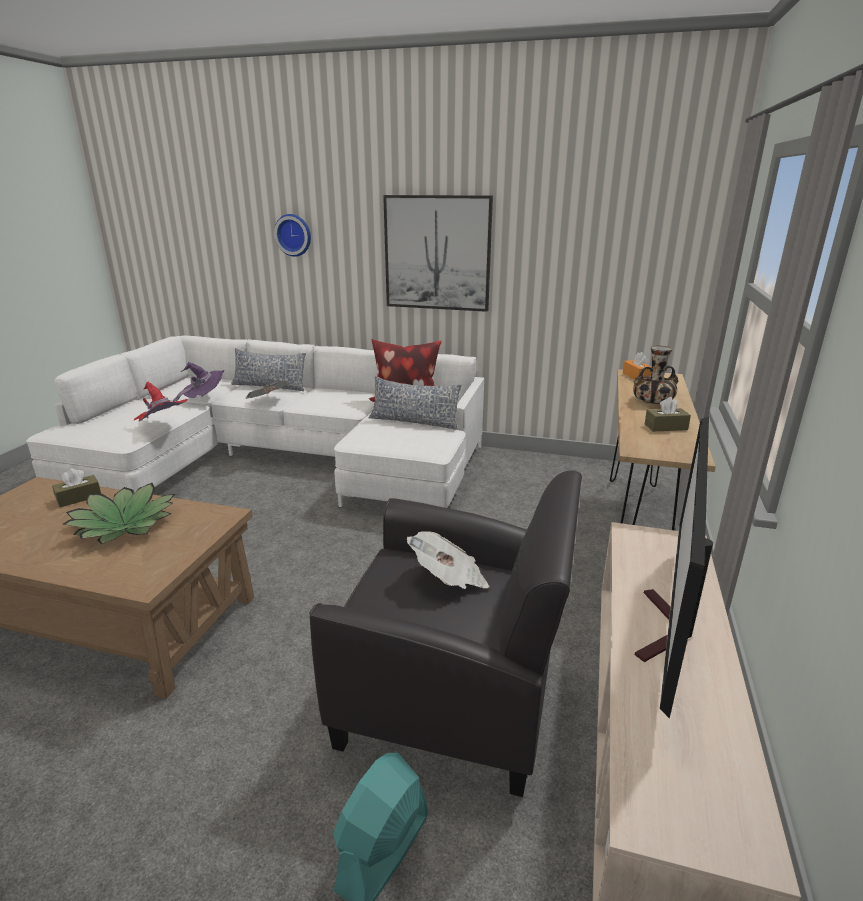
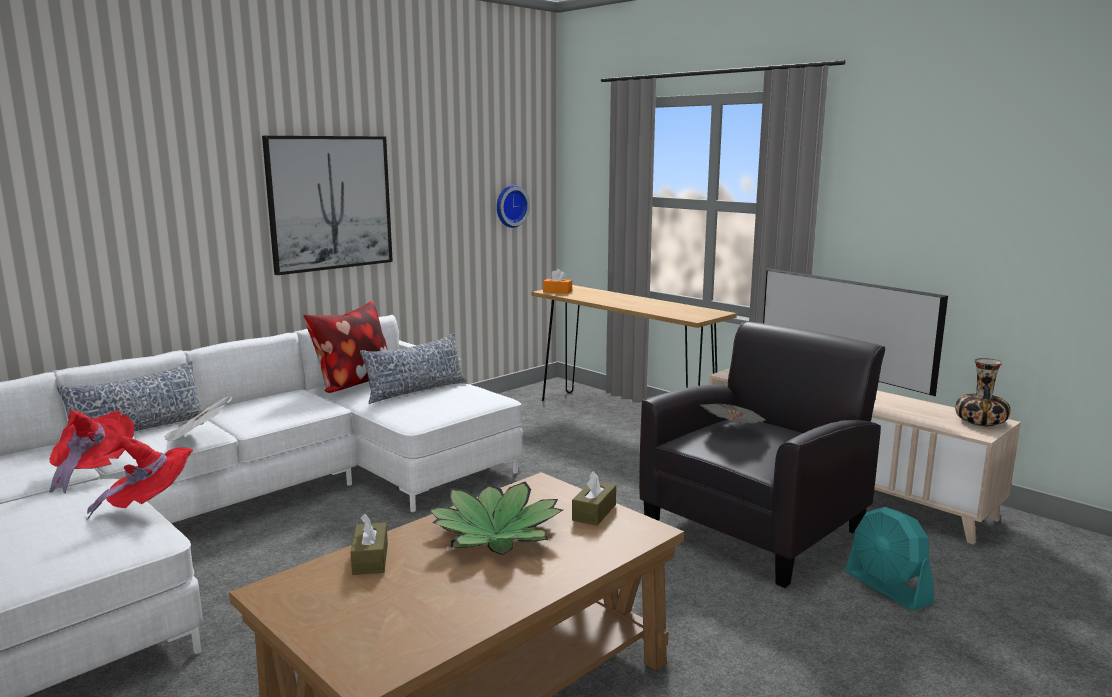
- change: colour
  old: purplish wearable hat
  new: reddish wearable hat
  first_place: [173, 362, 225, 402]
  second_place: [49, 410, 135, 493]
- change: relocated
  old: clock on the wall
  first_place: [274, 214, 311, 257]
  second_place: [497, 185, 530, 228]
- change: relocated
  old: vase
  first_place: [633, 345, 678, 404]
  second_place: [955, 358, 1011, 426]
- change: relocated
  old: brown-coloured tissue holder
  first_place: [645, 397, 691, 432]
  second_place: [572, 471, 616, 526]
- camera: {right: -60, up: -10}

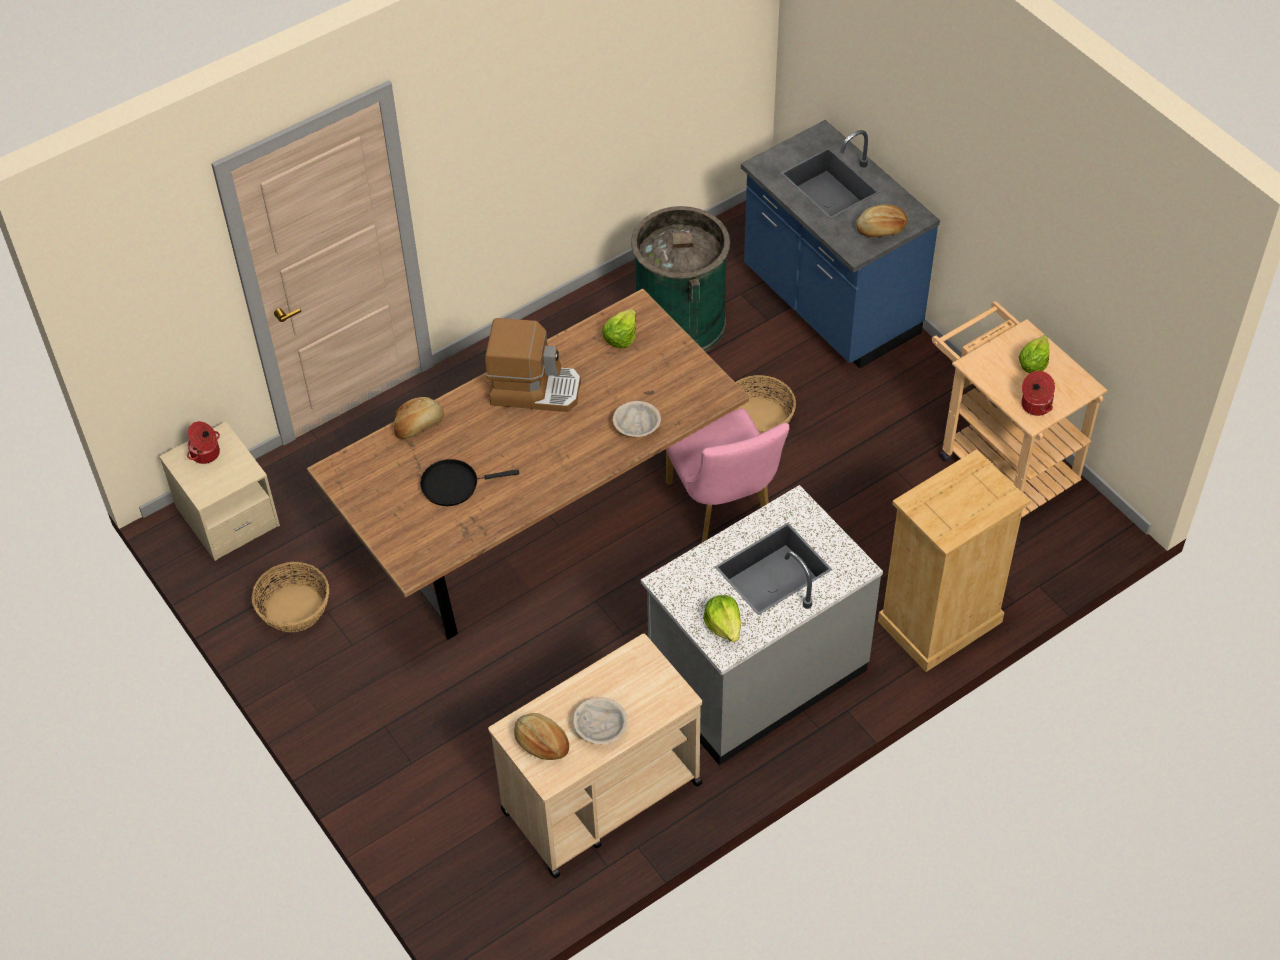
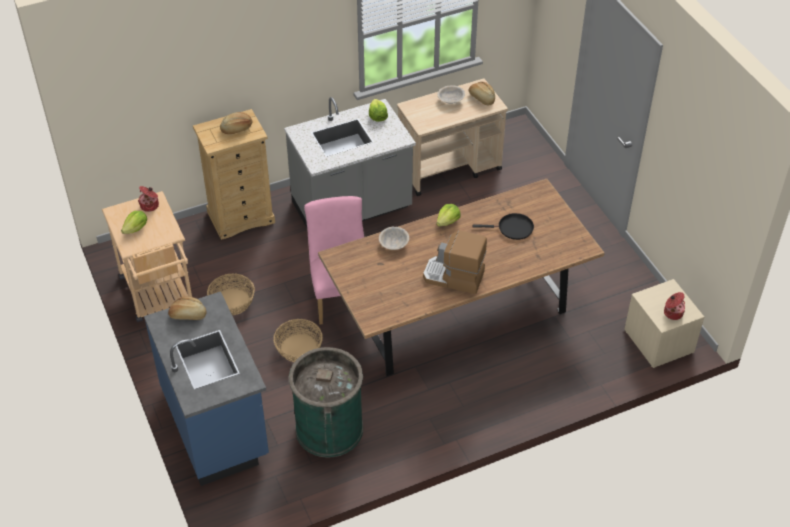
- change: relocated
  old: storage basket
  first_place: [252, 562, 329, 632]
  second_place: [207, 274, 255, 315]
- change: relocated
  old: bakery bread
  first_place: [394, 397, 444, 439]
  second_place: [220, 112, 252, 134]
- change: relocated
  old: head of lettuce
  first_place: [602, 309, 636, 348]
  second_place: [436, 204, 460, 227]
- camera: {right: -170, up: -5}

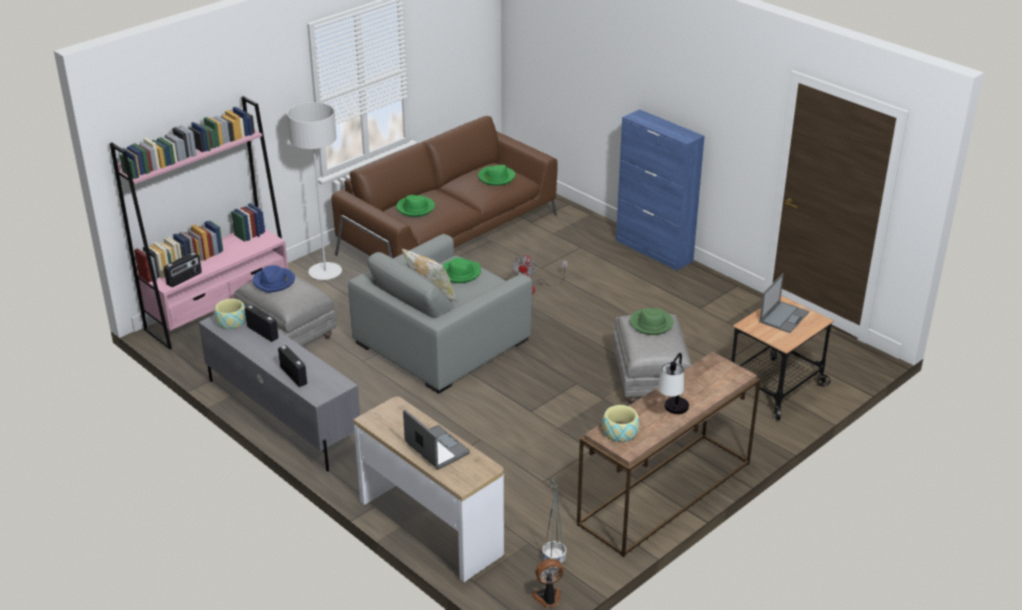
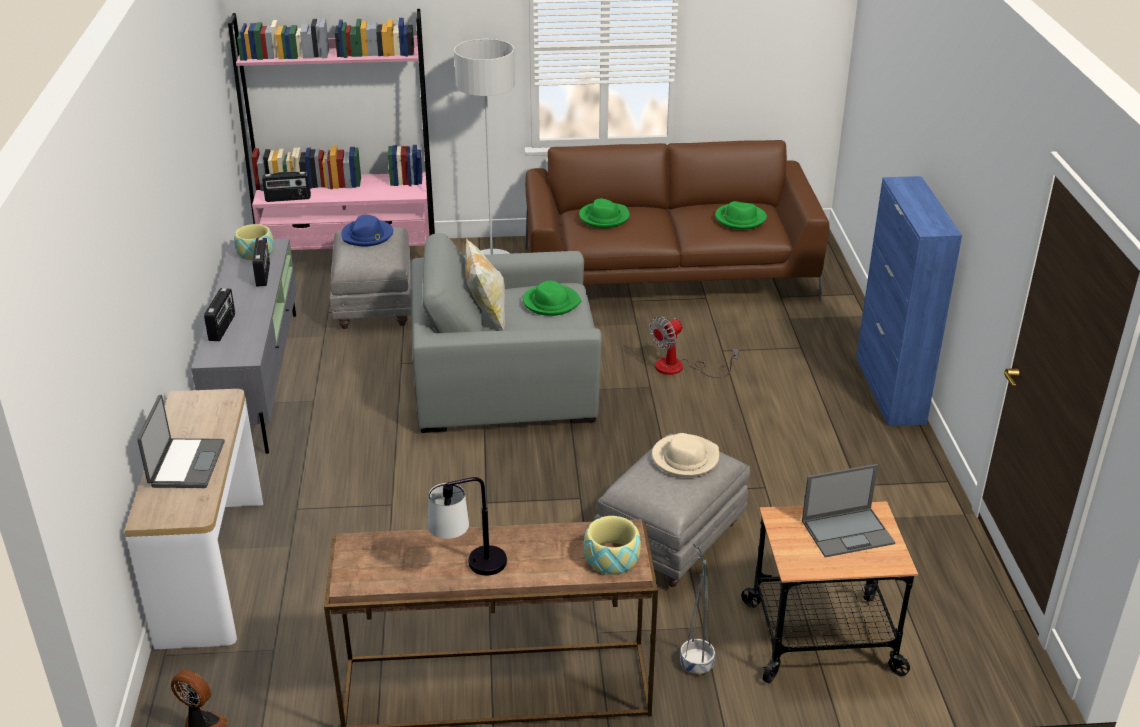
- change: relocated
  old: greyish plant pot
  first_place: [542, 477, 567, 564]
  second_place: [680, 544, 715, 675]
- change: relocated
  old: deep dish
  first_place: [602, 405, 639, 442]
  second_place: [584, 516, 641, 575]
- change: colour
  old: green wearable hat
  new: beige-coloured wearable hat
  first_place: [630, 308, 674, 335]
  second_place: [652, 433, 719, 478]
- camera: {right: 40, up: 0}

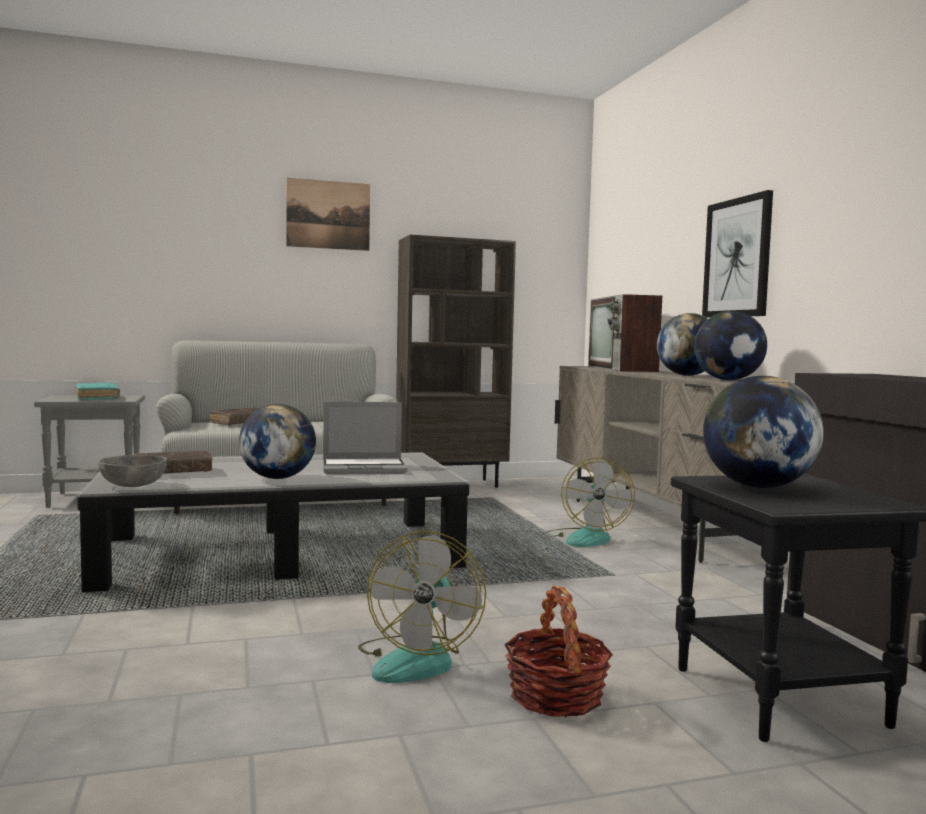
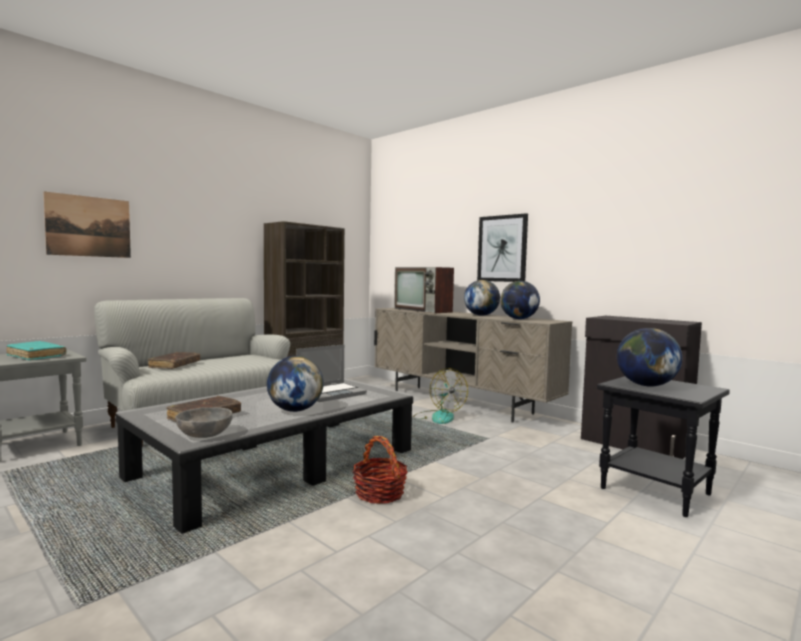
- change: relocated
  old: picture
  first_place: [286, 178, 370, 251]
  second_place: [43, 191, 131, 258]
- change: missing
  old: fan
  first_place: [358, 531, 486, 683]
- change: relocated
  old: storage basket
  first_place: [504, 586, 613, 717]
  second_place: [353, 436, 407, 504]
- camera: {right: -30, up: 0}

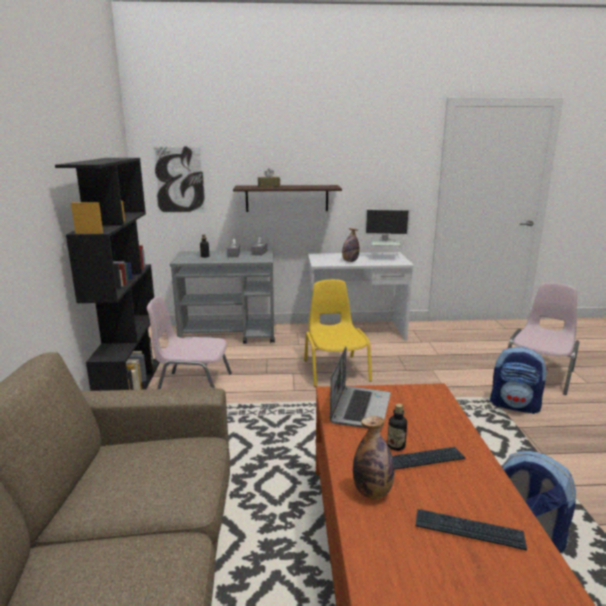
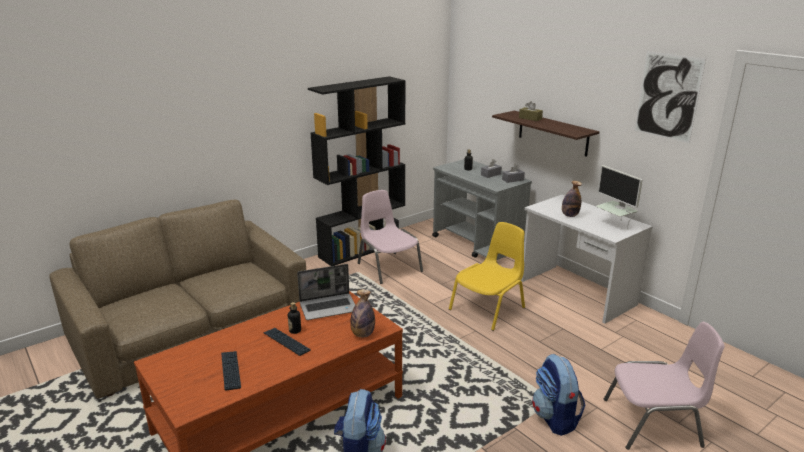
- change: relocated
  old: picture
  first_place: [151, 145, 207, 214]
  second_place: [634, 51, 706, 143]
- change: relocated
  old: bottle
  first_place: [353, 416, 394, 499]
  second_place: [350, 290, 375, 337]
- camera: {right: 55, up: 5}

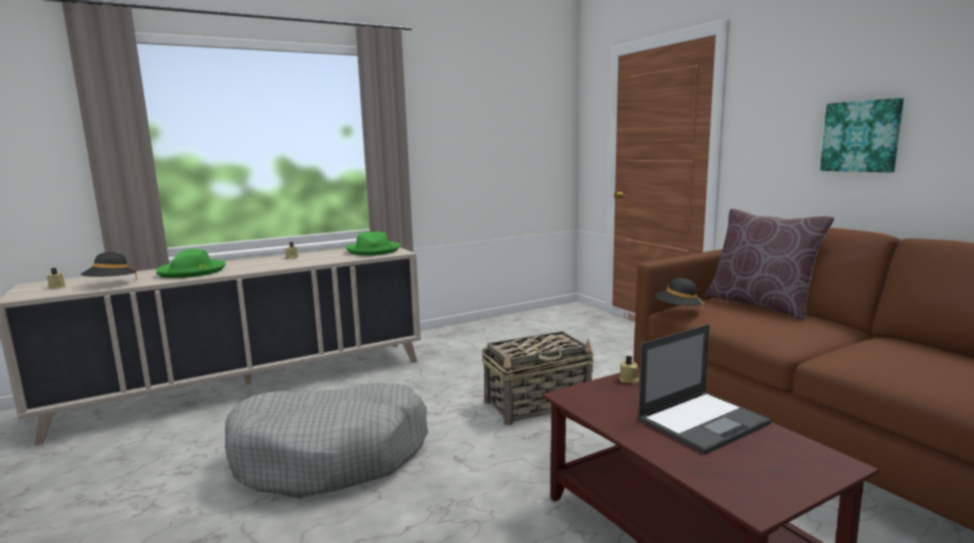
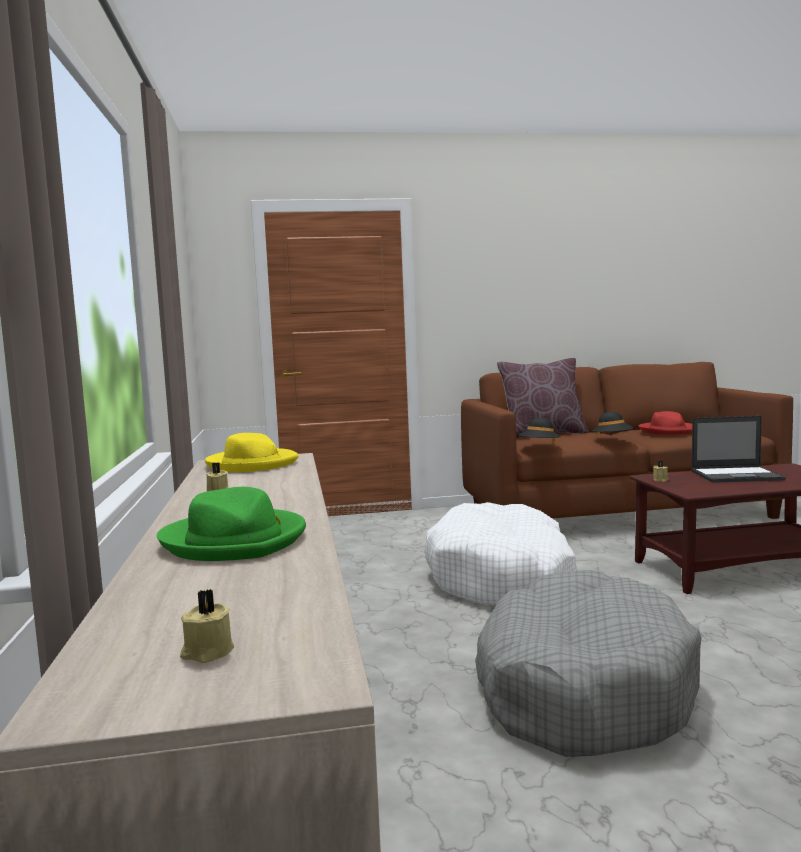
- change: relocated
  old: black wearable hat
  first_place: [81, 252, 137, 279]
  second_place: [592, 411, 634, 437]
- change: colour
  old: green wearable hat
  new: yellow wearable hat
  first_place: [346, 232, 400, 255]
  second_place: [205, 433, 299, 472]
- change: exchanged
  old: storage basket
  new: white-coloured dog bed
  first_place: [482, 331, 594, 425]
  second_place: [424, 502, 578, 605]
- change: spun
  old: laptop
  first_place: [638, 324, 772, 455]
  second_place: [691, 416, 786, 483]
  degrees: 105
- change: missing
  old: picture
  first_place: [820, 98, 904, 172]
- change: appeared
  new: reddish wearable hat
  second_place: [639, 411, 692, 435]
- camera: {right: -70, up: -5}

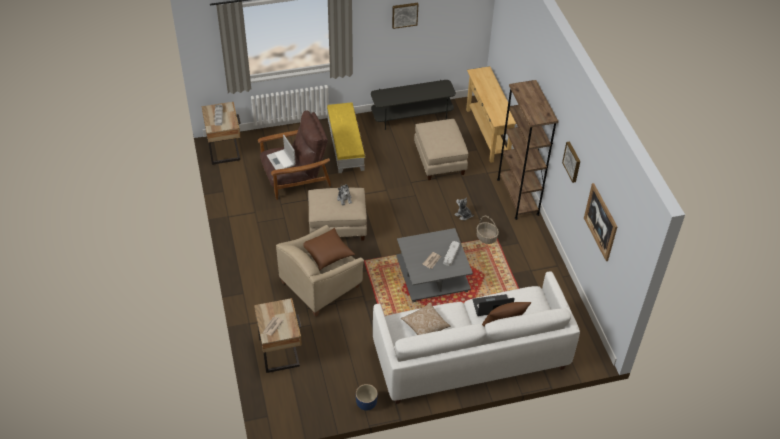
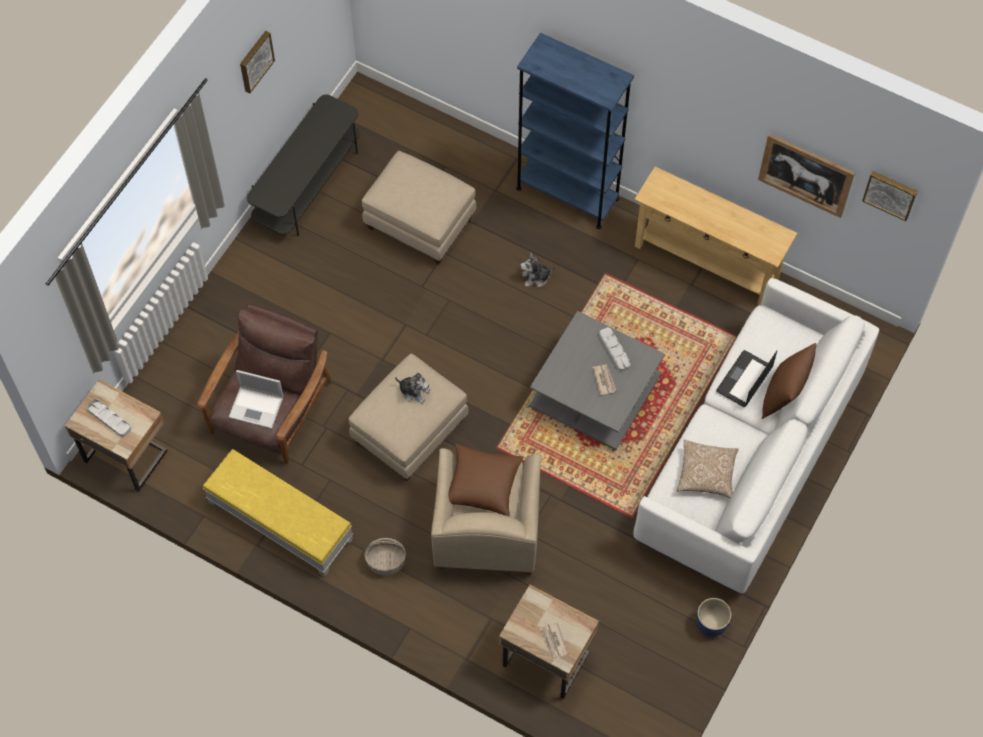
- change: relocated
  old: yellow pouffe
  first_place: [327, 102, 366, 173]
  second_place: [203, 449, 353, 577]
- change: relocated
  old: beige-coloured hall table
  first_place: [466, 66, 516, 163]
  second_place: [634, 167, 797, 306]
- change: relocated
  old: storage basket
  first_place: [476, 216, 499, 244]
  second_place: [364, 538, 406, 575]
- change: colour
  old: brown-coloured shelving unit
  new: blue-coloured shelving unit
  first_place: [497, 80, 558, 220]
  second_place: [516, 33, 634, 229]
- change: relocated
  old: picture
  first_place: [562, 141, 580, 183]
  second_place: [862, 171, 918, 221]
- camera: {right: -45, up: 15}

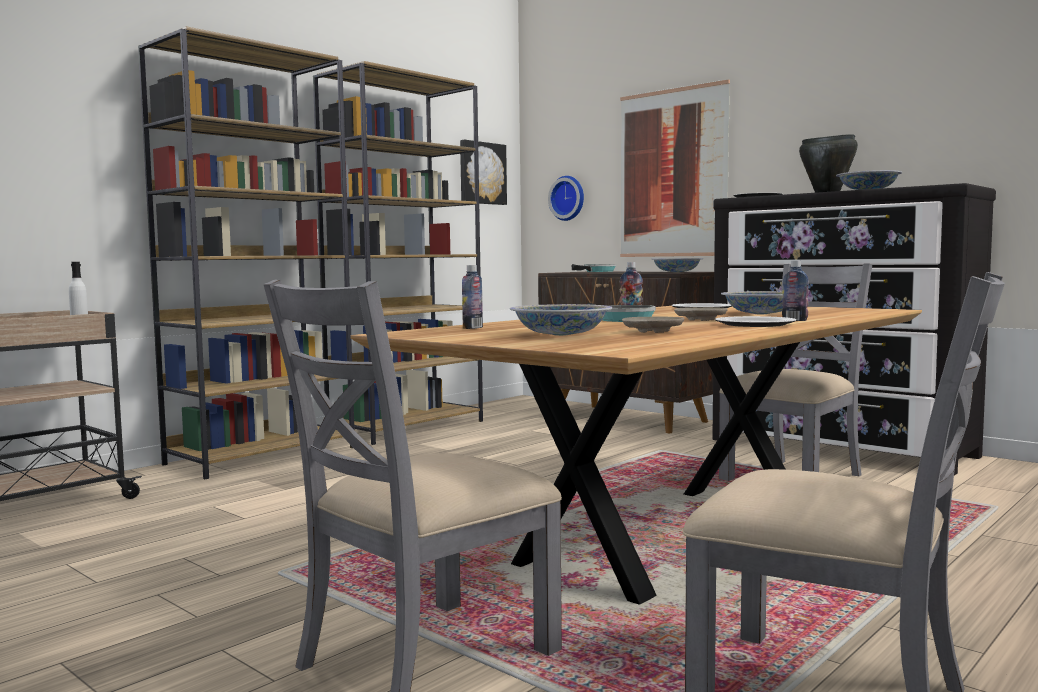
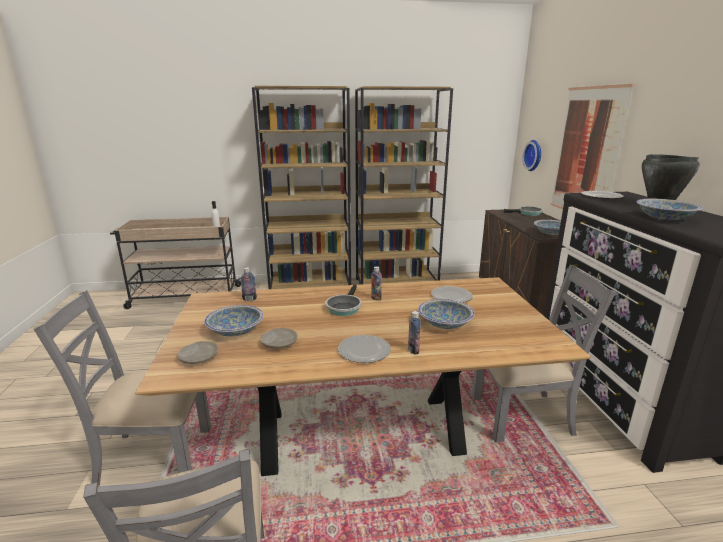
- change: missing
  old: picture
  first_place: [460, 140, 507, 205]
- change: relocated
  old: beige-coloured flat dish
  first_place: [674, 307, 728, 321]
  second_place: [177, 341, 218, 364]
- camera: {right: 40, up: 15}

